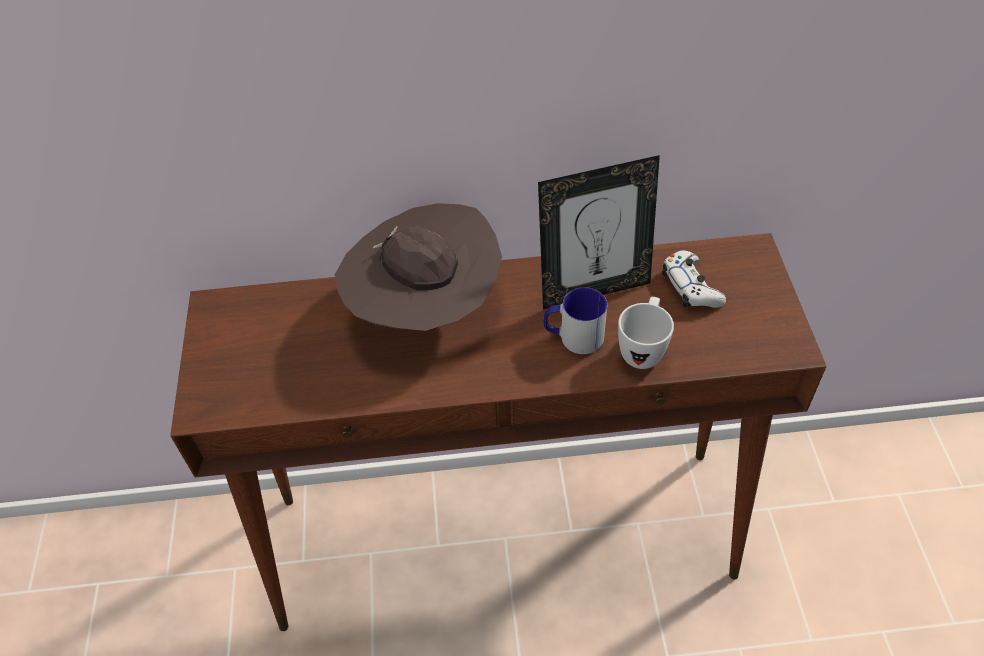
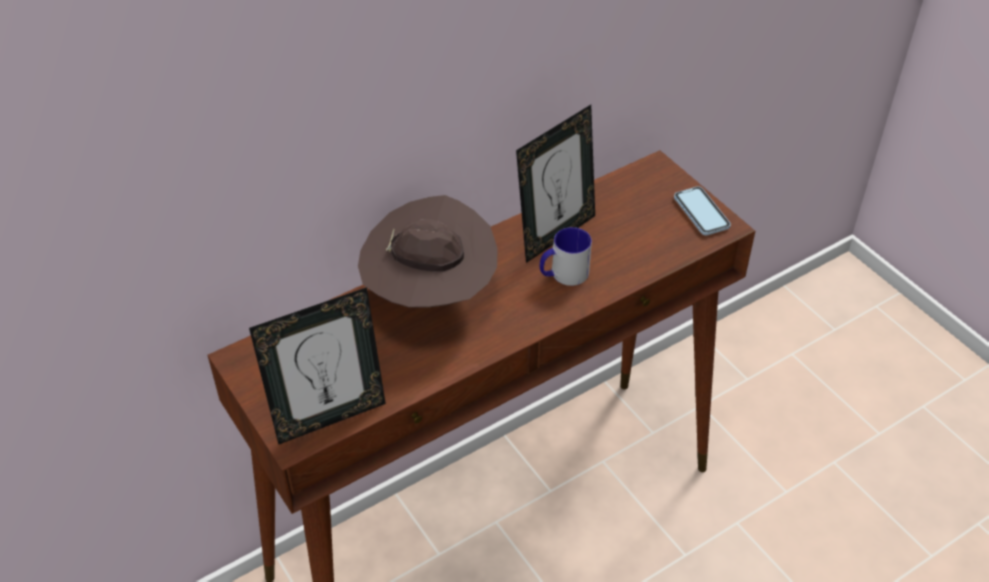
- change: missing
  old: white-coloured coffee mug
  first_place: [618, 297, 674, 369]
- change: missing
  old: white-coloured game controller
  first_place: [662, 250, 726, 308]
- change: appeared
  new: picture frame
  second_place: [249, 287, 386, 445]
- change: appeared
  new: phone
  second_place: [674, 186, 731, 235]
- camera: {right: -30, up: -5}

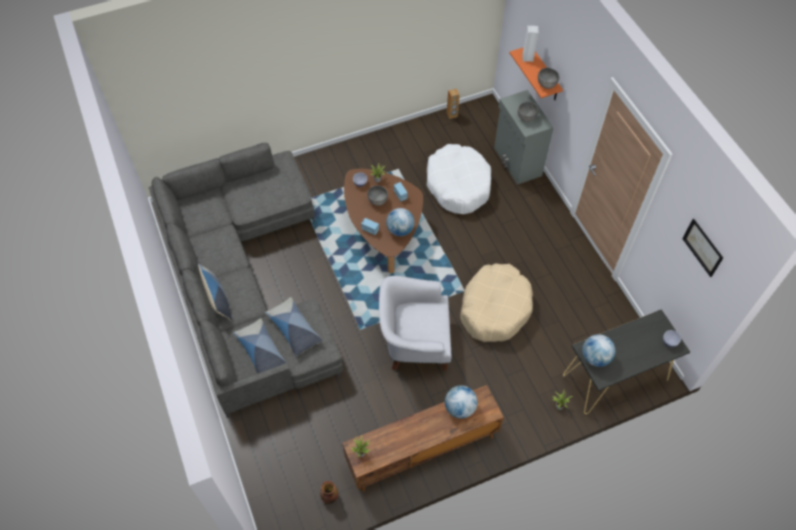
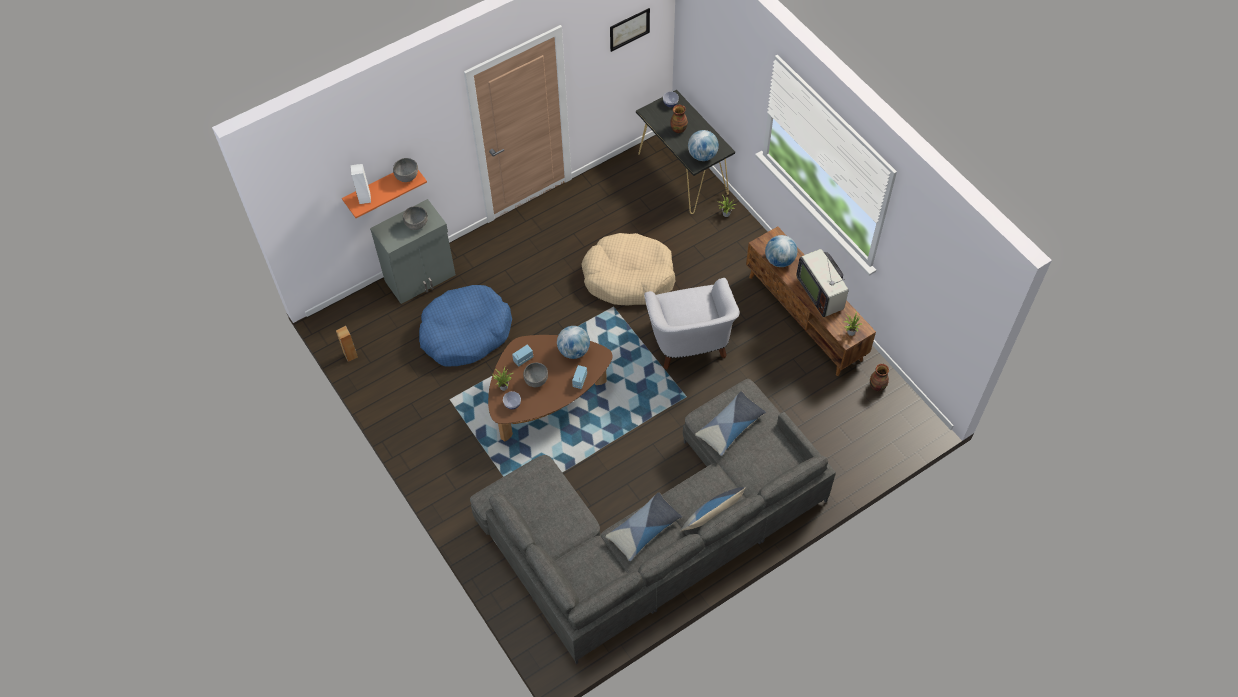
- change: relocated
  old: throw pillow
  first_place: [233, 318, 286, 374]
  second_place: [606, 492, 682, 561]
- change: colour
  old: white-coloured dog bed
  new: blue-coloured dog bed
  first_place: [427, 144, 491, 214]
  second_place: [419, 285, 512, 367]
- change: appeared
  new: vase
  second_place: [670, 105, 688, 133]
- change: appeared
  new: TV set
  second_place: [796, 249, 848, 317]
- camera: {right: -100, up: 0}

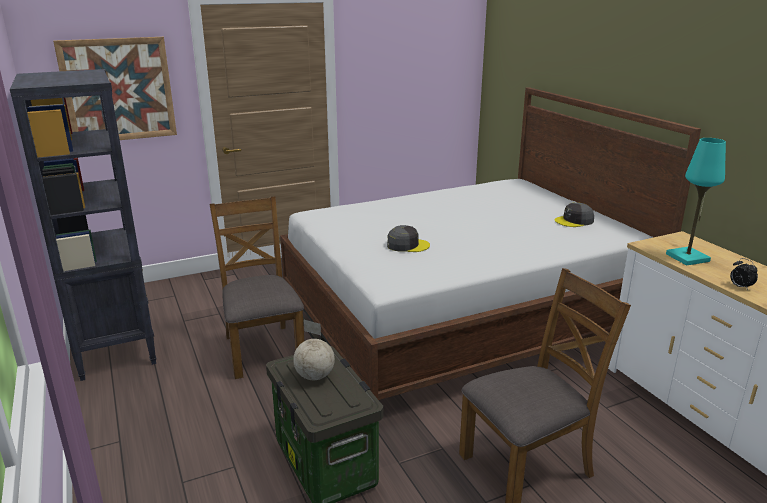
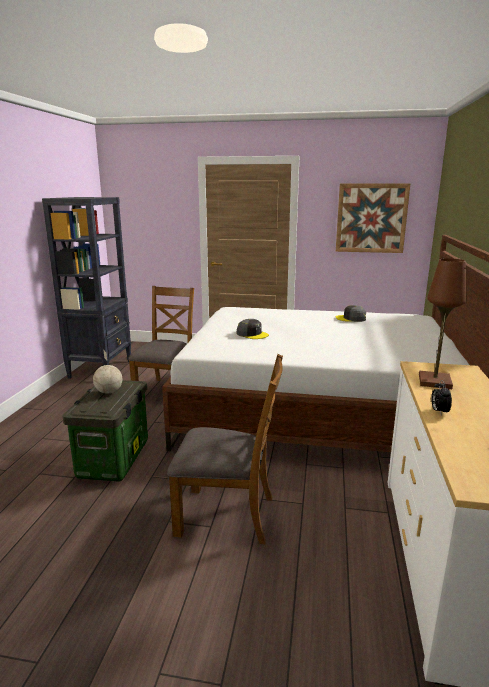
- change: relocated
  old: picture
  first_place: [53, 37, 177, 140]
  second_place: [336, 184, 410, 253]
- change: relocated
  old: greyish peaked cap
  first_place: [555, 202, 594, 227]
  second_place: [336, 305, 366, 322]
- change: colour
  old: blue-green lamp for a table
  new: brown-coloured lamp for a table
  first_place: [666, 138, 726, 266]
  second_place: [419, 258, 467, 389]
- camera: {right: 35, up: -5}

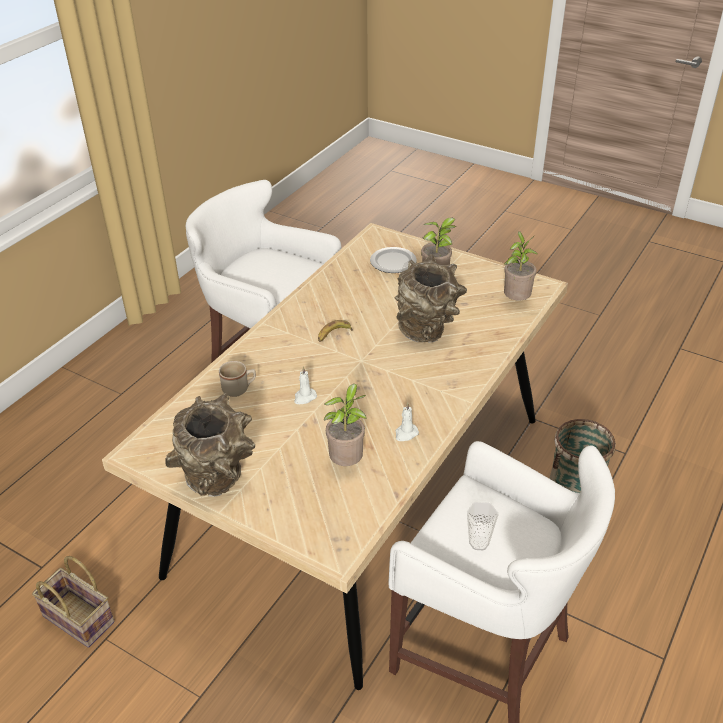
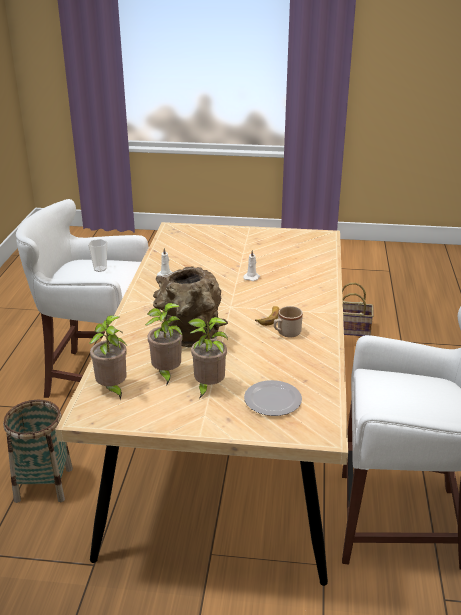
- change: missing
  old: brown-coloured vase
  first_place: [165, 393, 255, 497]
- change: relocated
  old: beige-coloured coffee mug
  first_place: [219, 361, 256, 397]
  second_place: [274, 306, 303, 338]
- change: relocated
  old: plant in a pot
  first_place: [324, 384, 367, 466]
  second_place: [145, 303, 182, 384]
- camera: {right: 155, up: -10}

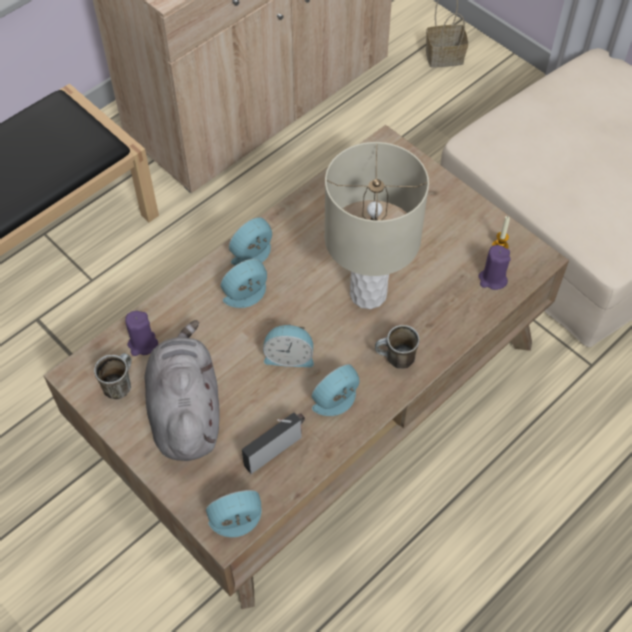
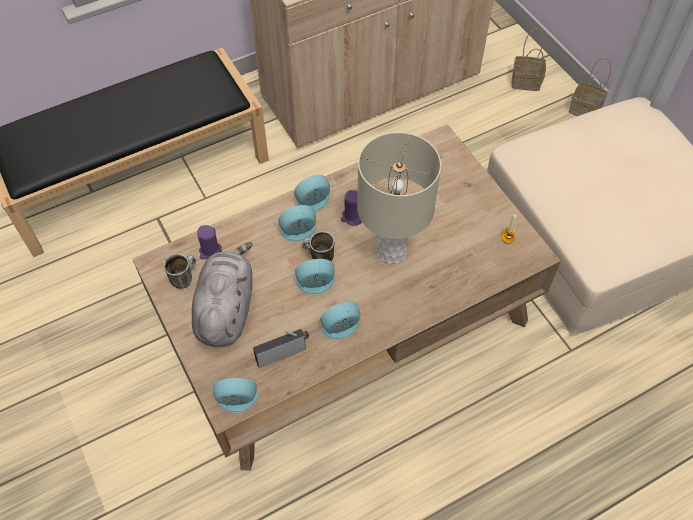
- change: spun
  old: alarm clock
  first_place: [263, 324, 314, 367]
  second_place: [295, 259, 335, 295]
  degrees: 150
- change: relocated
  old: coffee mug
  first_place: [375, 325, 420, 369]
  second_place: [302, 231, 334, 262]
- change: relocated
  old: purplish wax candle
  first_place: [478, 245, 511, 290]
  second_place: [341, 190, 362, 226]
- change: appeared
  new: storage basket
  second_place: [569, 58, 612, 116]
- camera: {right: 15, up: 0}

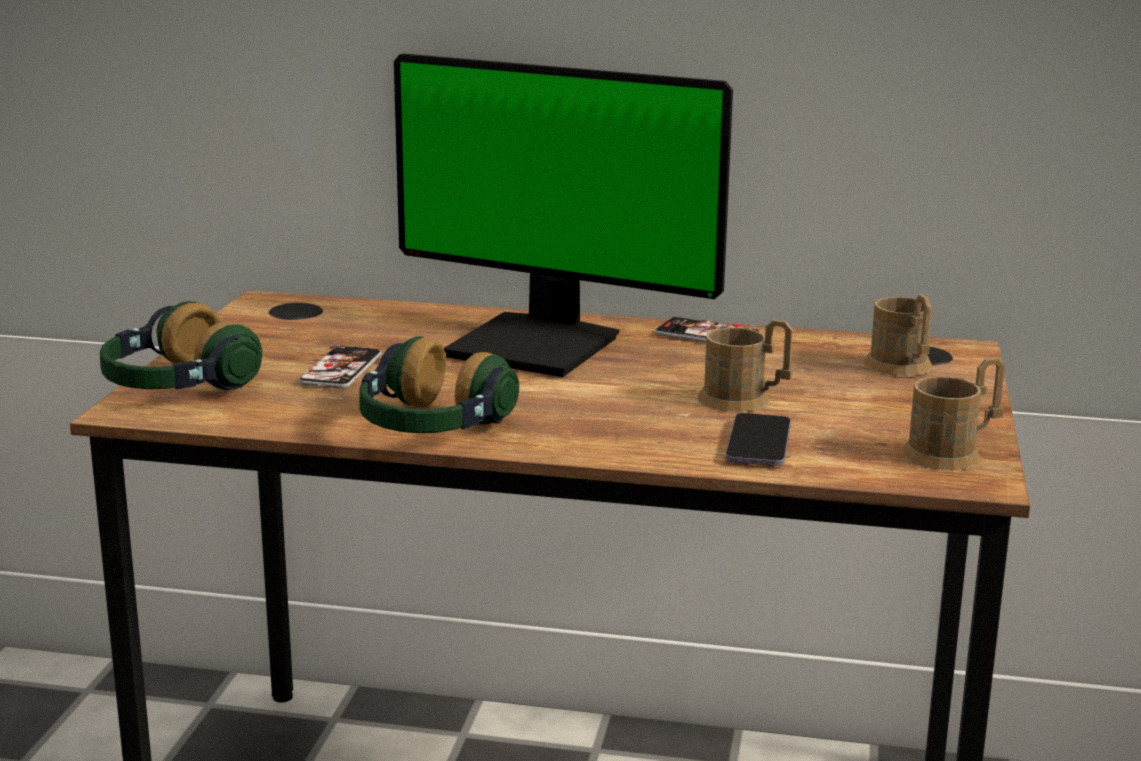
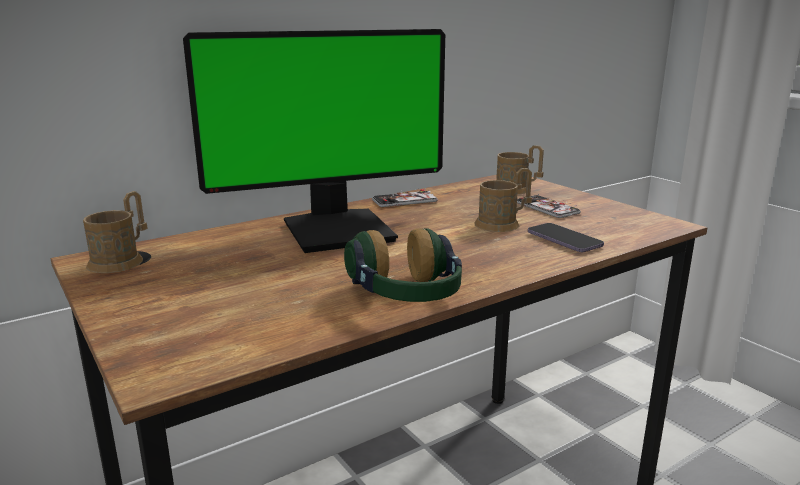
- change: missing
  old: headset
  first_place: [100, 301, 262, 390]
- change: relocated
  old: phone
  first_place: [299, 345, 381, 389]
  second_place: [517, 194, 581, 218]
- change: relocated
  old: brown-coloured coffee mug
  first_place: [901, 358, 1005, 470]
  second_place: [83, 191, 148, 273]
- camera: {right: -45, up: 0}

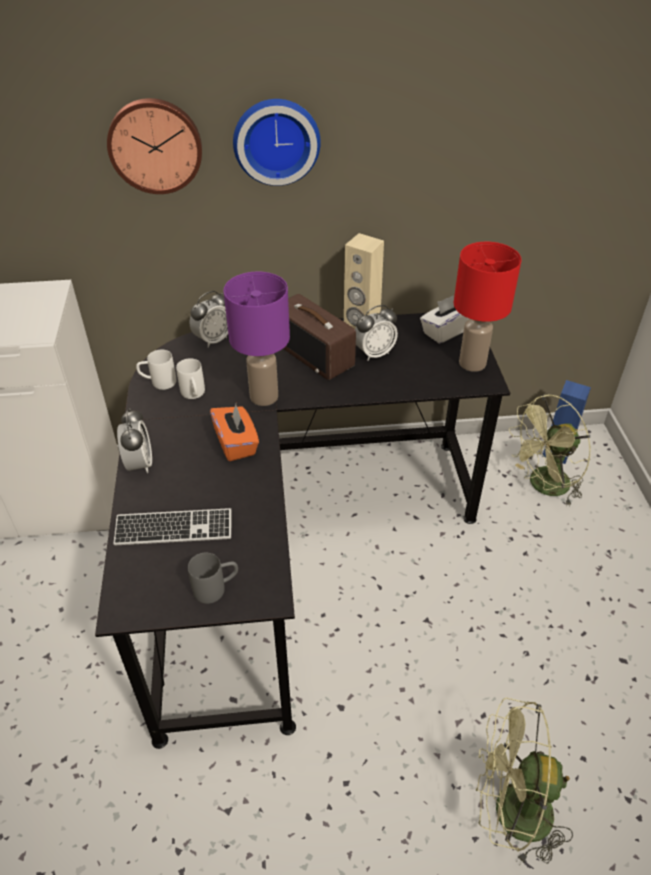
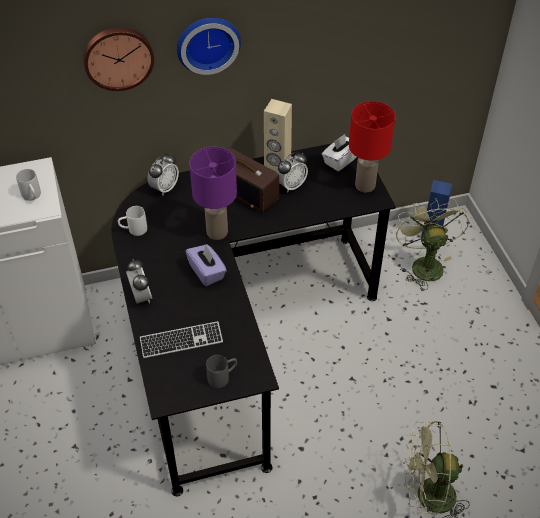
- change: relocated
  old: white-coloured coffee mug
  first_place: [176, 358, 205, 399]
  second_place: [16, 169, 41, 201]
- change: colour
  old: orange tissue holder
  new: purplish tissue holder
  first_place: [210, 404, 259, 461]
  second_place: [185, 244, 227, 286]
- change: spun
  old: green fan
  first_place: [509, 394, 591, 507]
  second_place: [395, 198, 469, 290]
  degrees: 120
- camera: {right: -10, up: 5}

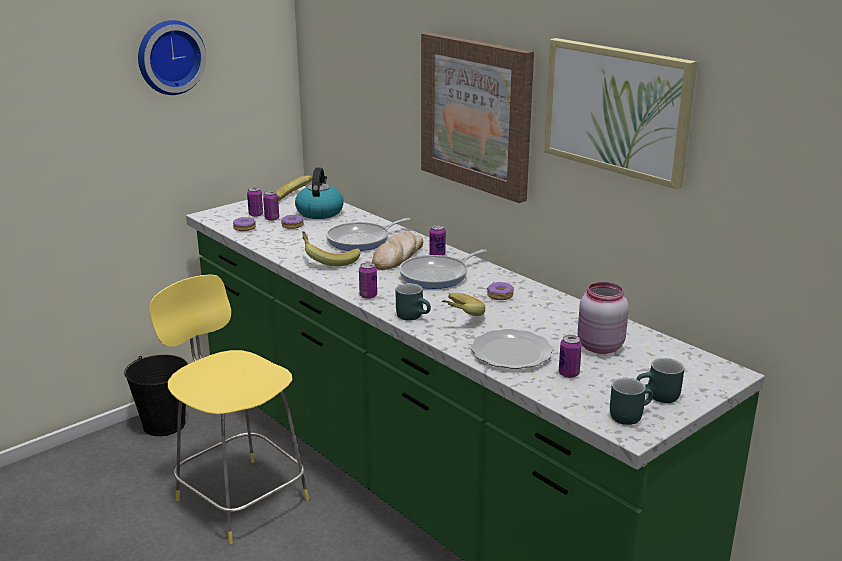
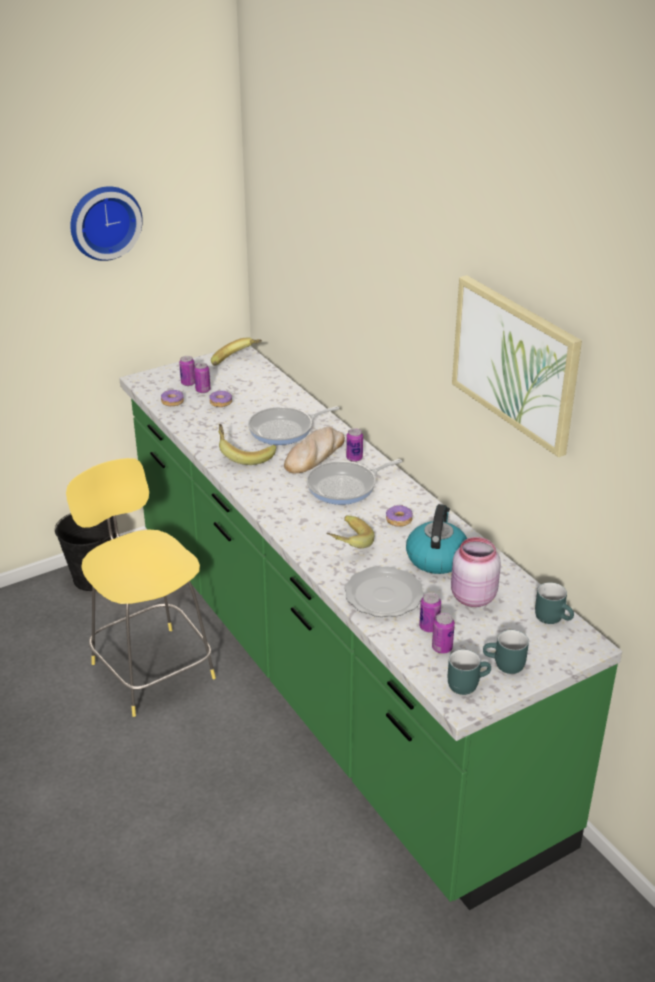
- change: relocated
  old: tea kettle
  first_place: [295, 167, 343, 219]
  second_place: [406, 504, 467, 574]
- change: relocated
  old: metal can
  first_place: [359, 262, 377, 299]
  second_place: [432, 613, 455, 654]
- change: relocated
  old: blue-green coffee mug
  first_place: [396, 283, 431, 320]
  second_place: [535, 582, 574, 624]
- change: missing
  old: picture
  first_place: [421, 33, 534, 203]
- camera: {right: 10, up: 10}

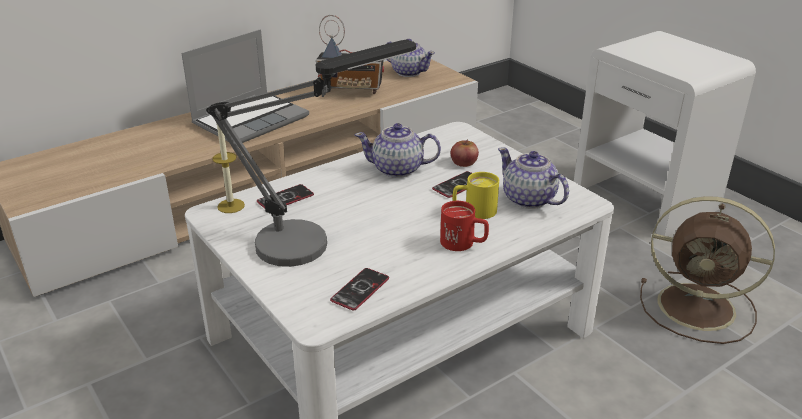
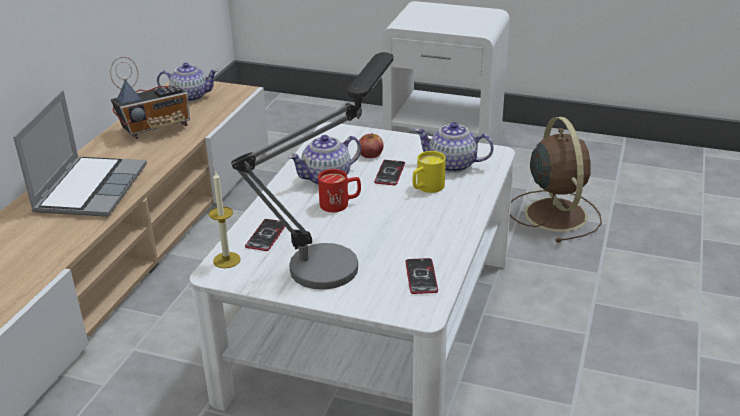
- change: relocated
  old: reddish coffee mug
  first_place: [440, 201, 489, 251]
  second_place: [318, 169, 361, 212]
- change: spun
  old: brown-coloured fan
  first_place: [640, 196, 775, 344]
  second_place: [510, 117, 602, 243]
  degrees: -90
- camera: {right: -35, up: 0}

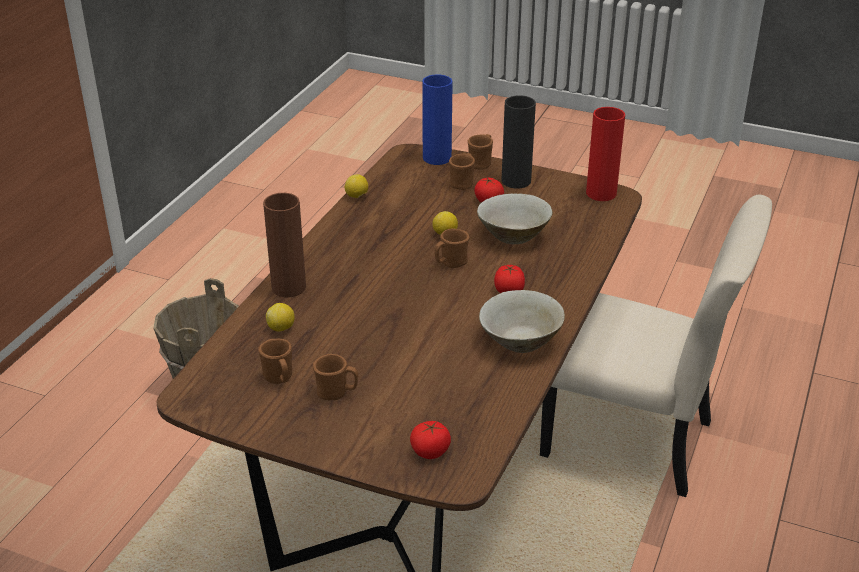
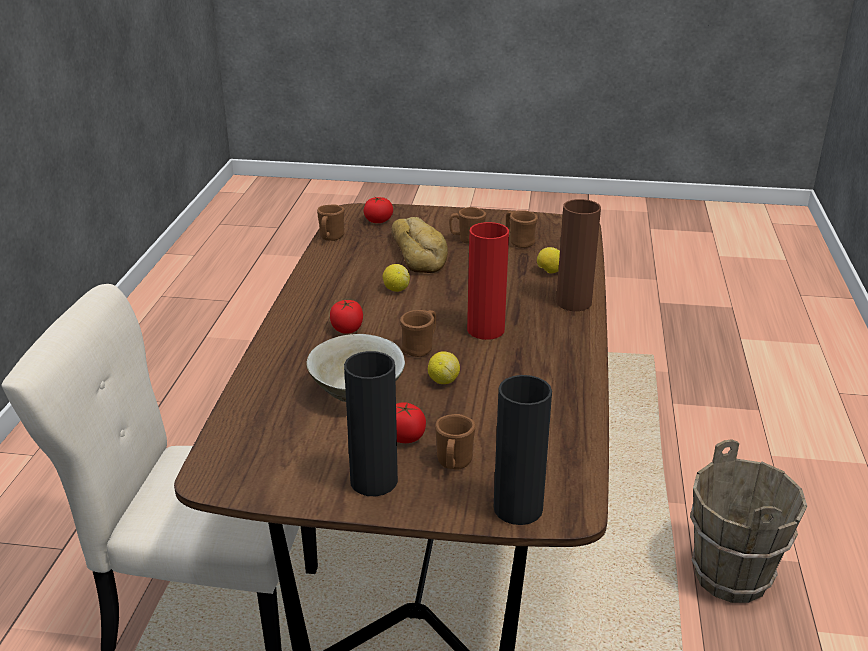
- change: relocated
  old: citrus fruit
  first_place: [345, 174, 368, 198]
  second_place: [383, 264, 410, 292]
- change: colour
  old: blue-coloured vase
  new: black vase
  first_place: [422, 75, 453, 165]
  second_place: [494, 375, 552, 525]
- change: relocated
  old: brown-coloured coffee mug
  first_place: [468, 134, 493, 170]
  second_place: [317, 204, 345, 241]
- change: missing
  old: beige-coloured deep dish
  first_place: [479, 290, 565, 353]
- change: relocated
  old: reddish vase
  first_place: [586, 107, 625, 201]
  second_place: [467, 222, 509, 340]
- change: appeared
  new: bakery bread
  second_place: [391, 217, 448, 273]
- camera: {right: 165, up: -5}

